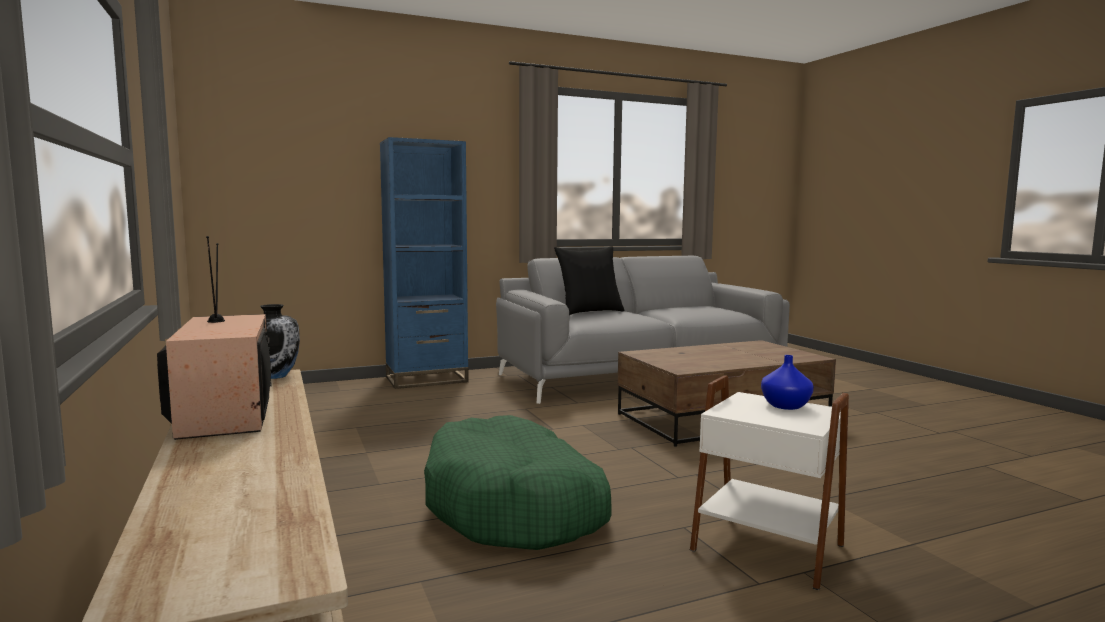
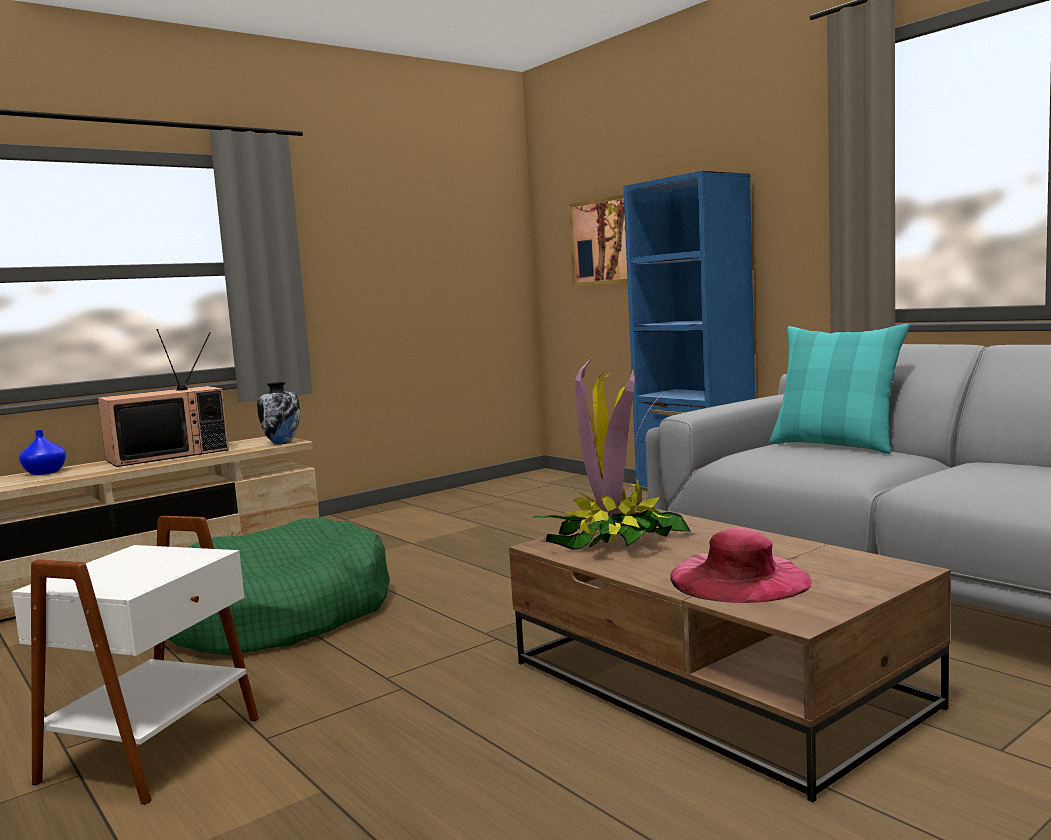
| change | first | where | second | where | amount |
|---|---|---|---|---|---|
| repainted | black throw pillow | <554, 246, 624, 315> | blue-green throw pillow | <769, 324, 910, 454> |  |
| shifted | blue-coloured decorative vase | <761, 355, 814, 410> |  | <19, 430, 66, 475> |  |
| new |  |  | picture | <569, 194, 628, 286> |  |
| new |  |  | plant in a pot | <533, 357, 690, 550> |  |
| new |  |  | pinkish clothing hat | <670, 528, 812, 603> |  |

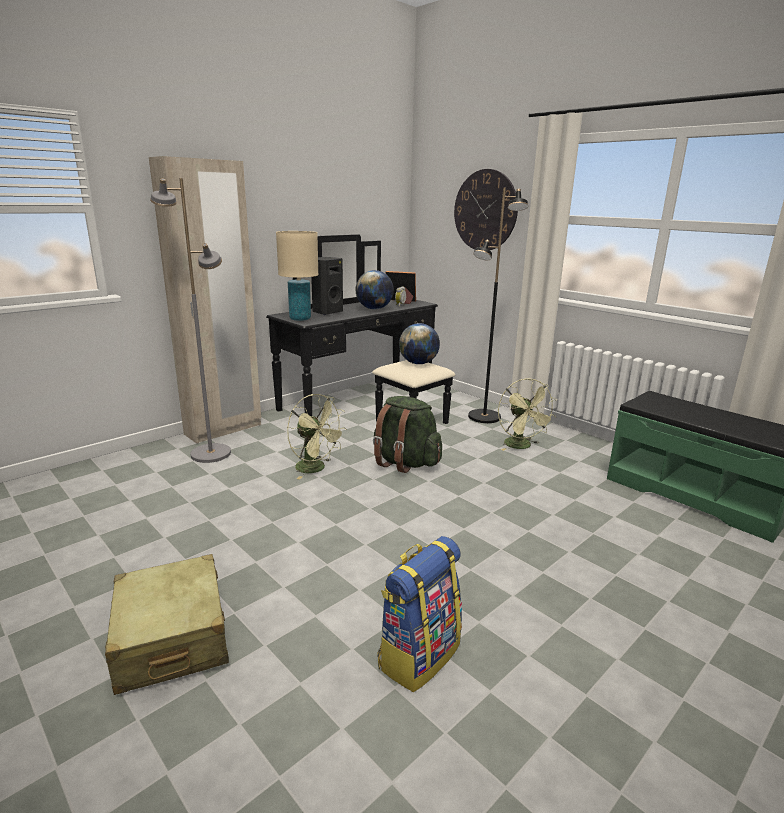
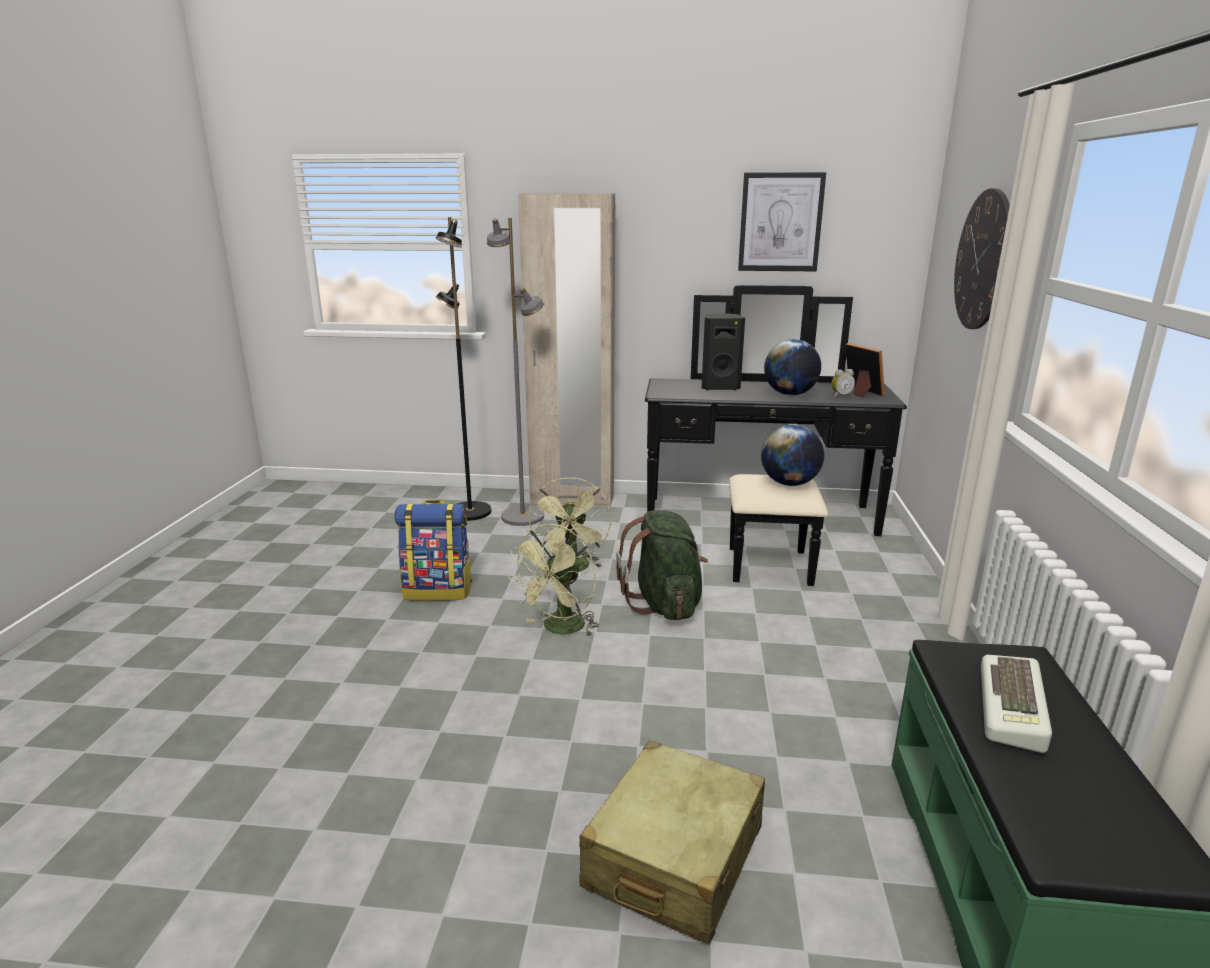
| change | first | where | second | where | amount |
|---|---|---|---|---|---|
| shifted | black standard lamp | <468, 188, 529, 423> |  | <436, 217, 491, 521> |  |
| gone | beige lamp for a table | <276, 231, 318, 321> |  |  |  |
| shifted | greenish fan | <498, 378, 557, 451> |  | <508, 524, 599, 637> |  |
| shifted | backpack | <377, 536, 462, 692> |  | <394, 500, 472, 601> |  |
| shifted | beige travel case | <105, 554, 229, 695> |  | <579, 740, 765, 945> |  |
| new |  |  | picture | <738, 172, 826, 271> |  |
| new |  |  | PC keyboard | <981, 655, 1052, 753> |  |

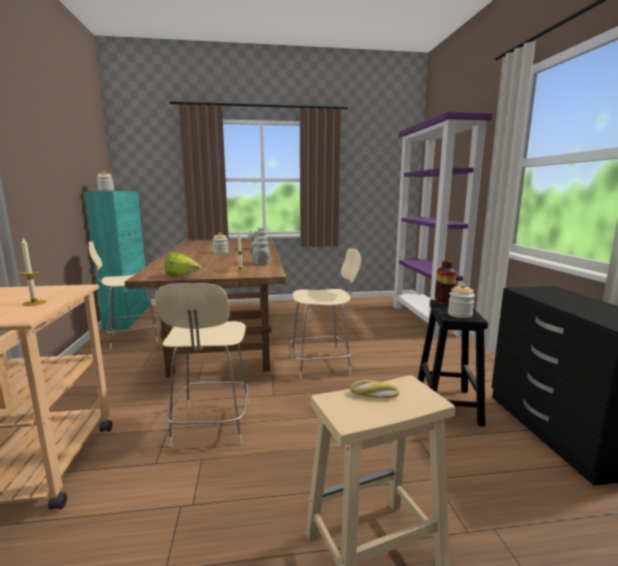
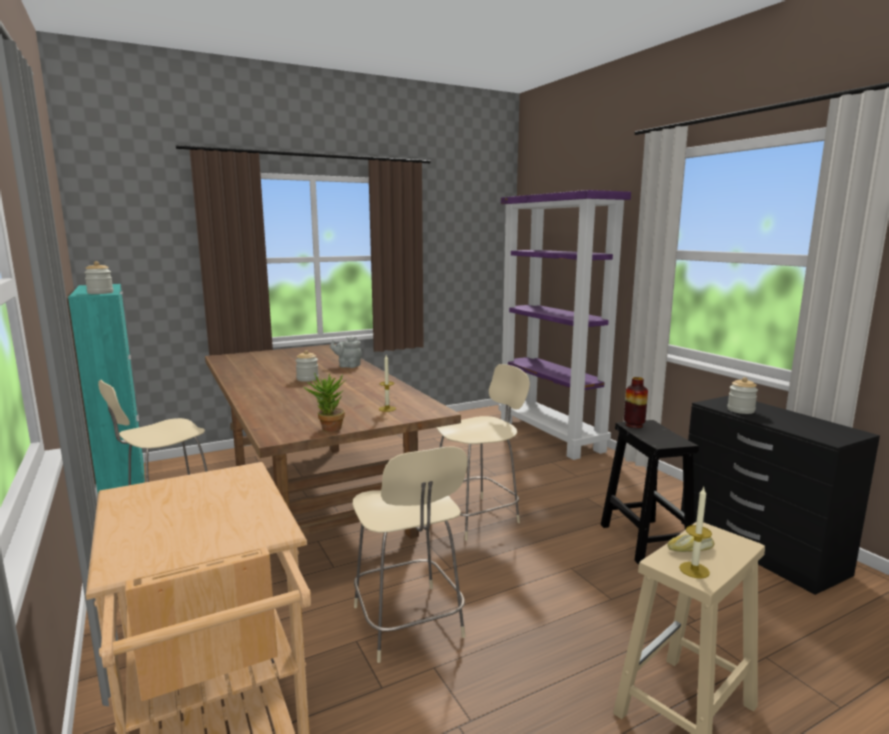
| change | first | where | second | where | amount |
|---|---|---|---|---|---|
| gone | gray tea pot | <249, 237, 270, 265> |  |  |  |
| shifted | candle | <18, 238, 47, 306> |  | <679, 487, 712, 579> |  |
| swapped | lettuce head | <164, 252, 201, 276> | plant in a pot | <303, 373, 346, 432> |  |
| shifted | storage jar | <448, 284, 475, 318> |  | <727, 377, 758, 414> |  |

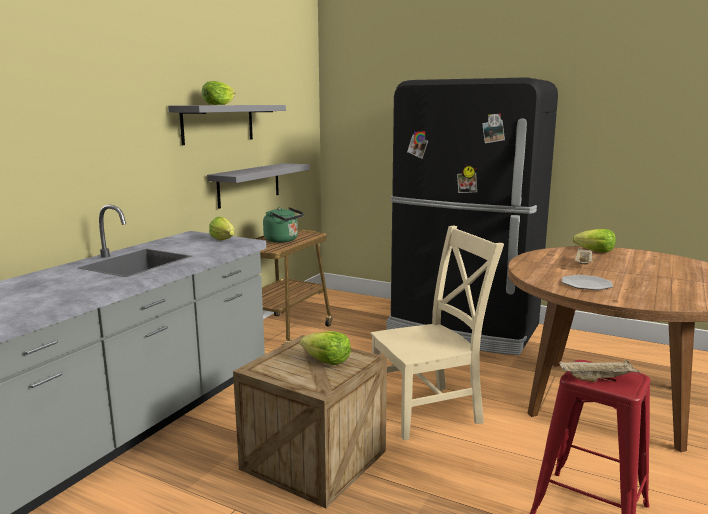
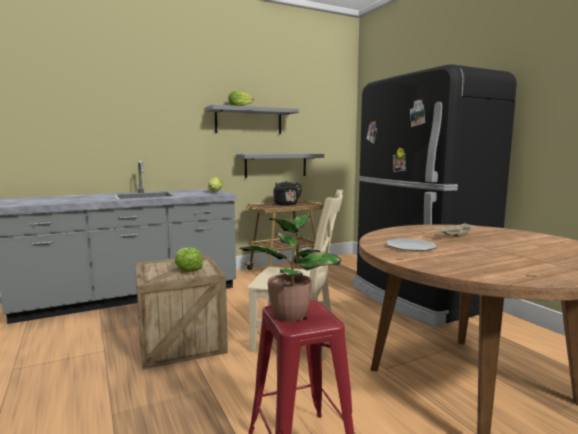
| change | first | where | second | where | amount |
|---|---|---|---|---|---|
| repainted | greenish water kettle | <263, 207, 304, 243> | black water kettle | <274, 181, 302, 206> |  |
| gone | lettuce head | <573, 229, 616, 253> |  |  |  |
| swapped | beige carrying tray | <559, 360, 641, 382> | plant in a pot | <239, 215, 341, 322> |  |

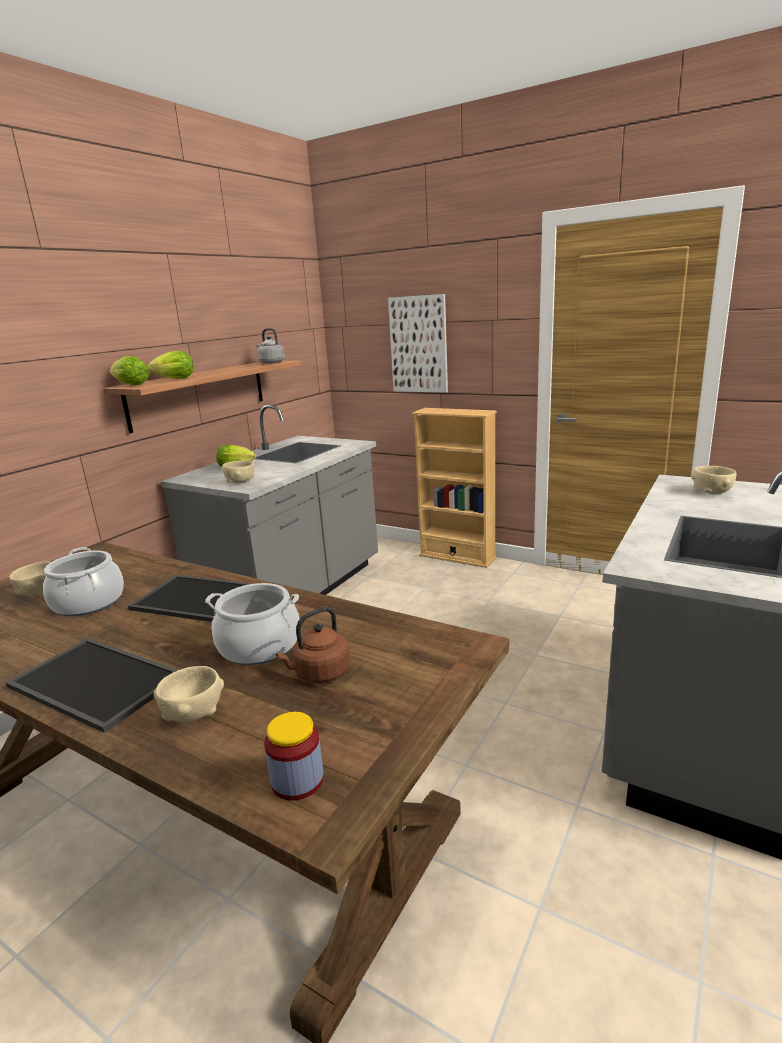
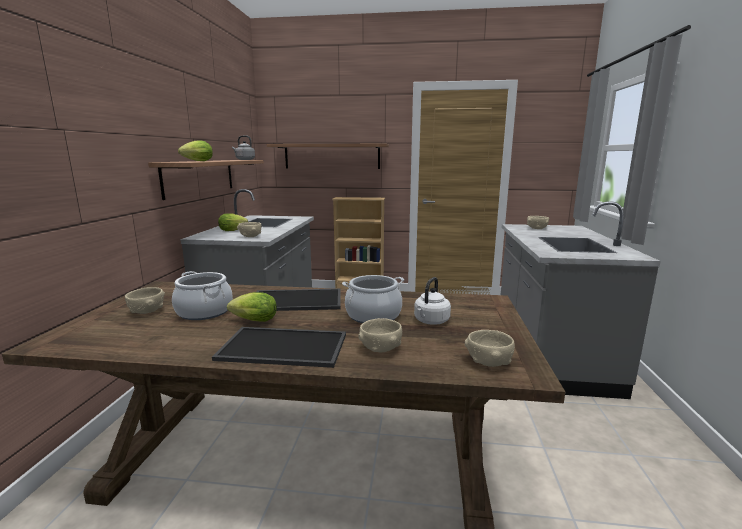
| change | first | where | second | where | amount |
|---|---|---|---|---|---|
| swapped | picture | <388, 294, 448, 393> | shelf | <267, 144, 389, 169> |  |
| shifted | lettuce head | <109, 356, 149, 385> |  | <227, 292, 277, 322> |  |
| repainted | brownish water kettle | <276, 607, 351, 683> | whitish water kettle | <414, 277, 451, 325> |  |
| swapped | storage jar | <264, 712, 324, 800> | beige bowl | <465, 330, 515, 367> |  |

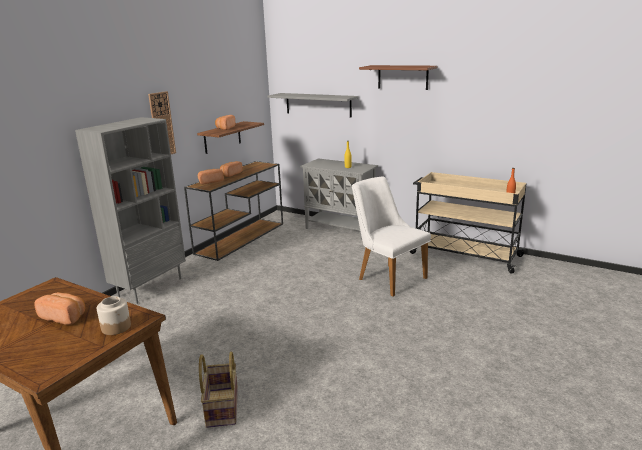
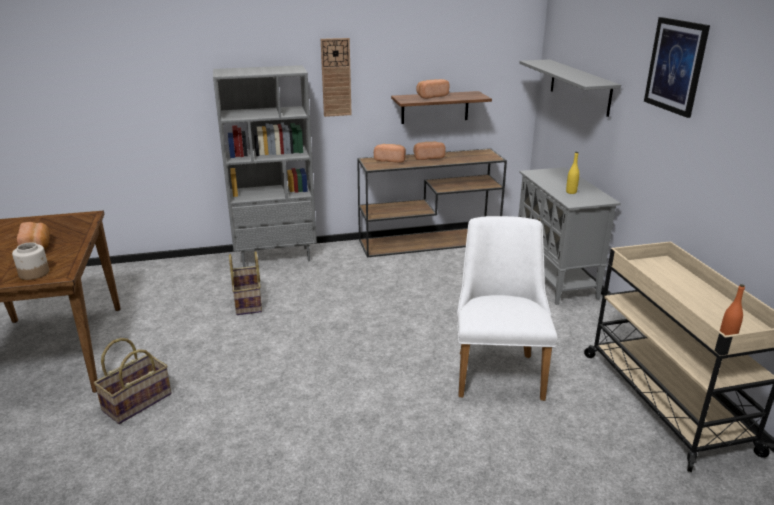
| change | first | where | second | where | amount |
|---|---|---|---|---|---|
| swapped | brownish shelf | <359, 65, 437, 90> | picture | <644, 17, 710, 118> |  |
| new |  |  | storage basket | <229, 251, 262, 315> |  |

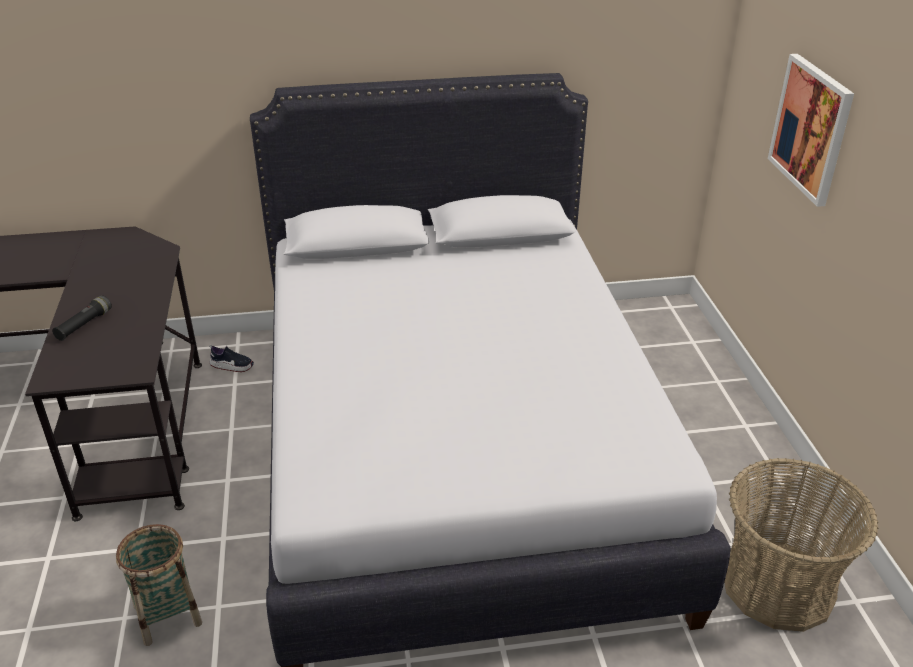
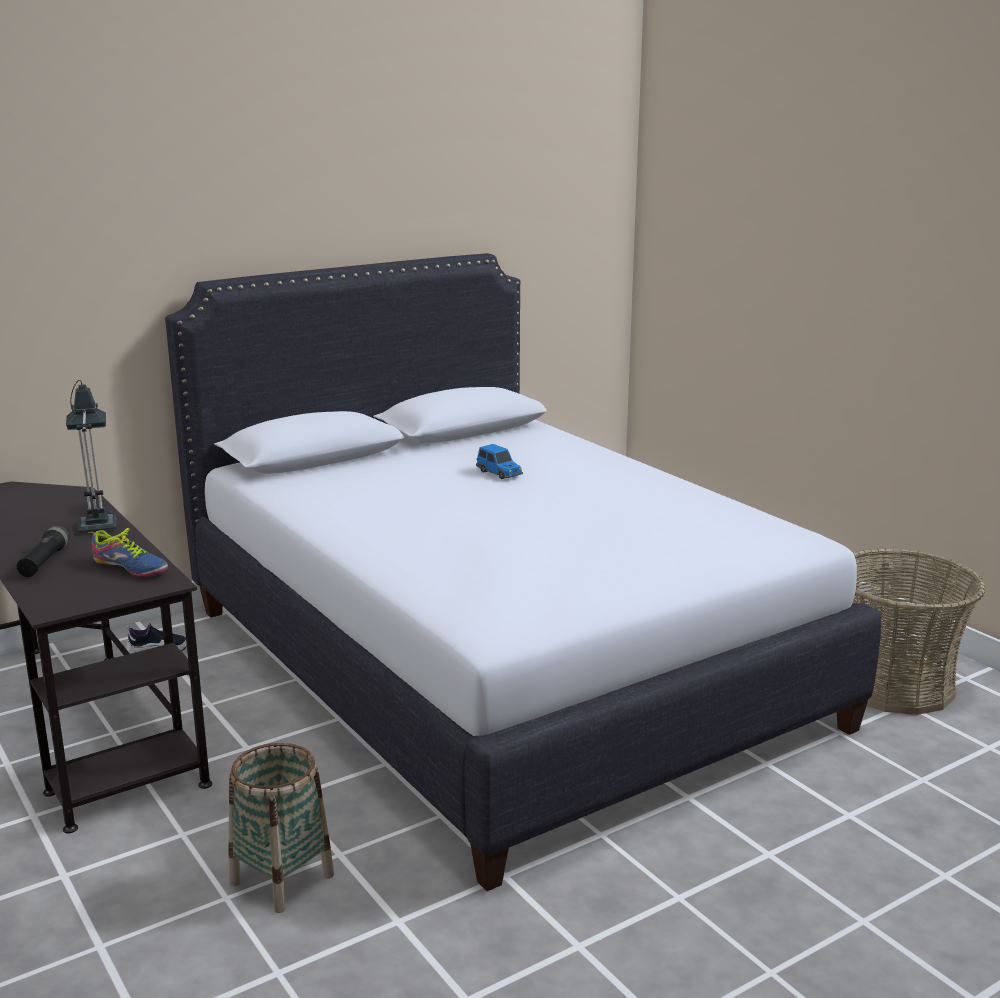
| change | first | where | second | where | amount |
|---|---|---|---|---|---|
| gone | picture | <768, 54, 854, 207> |  |  |  |
| new |  |  | lamp for a table | <66, 380, 117, 532> |  |
| new |  |  | model car | <476, 444, 523, 479> |  |
| new |  |  | low shoe | <89, 528, 168, 577> |  |

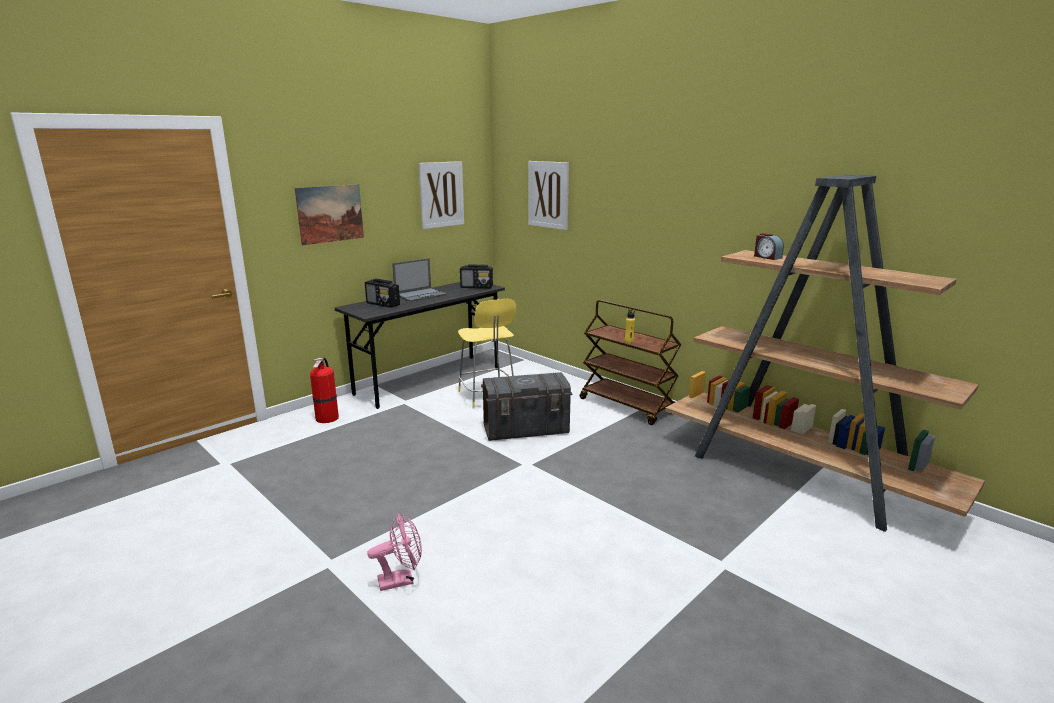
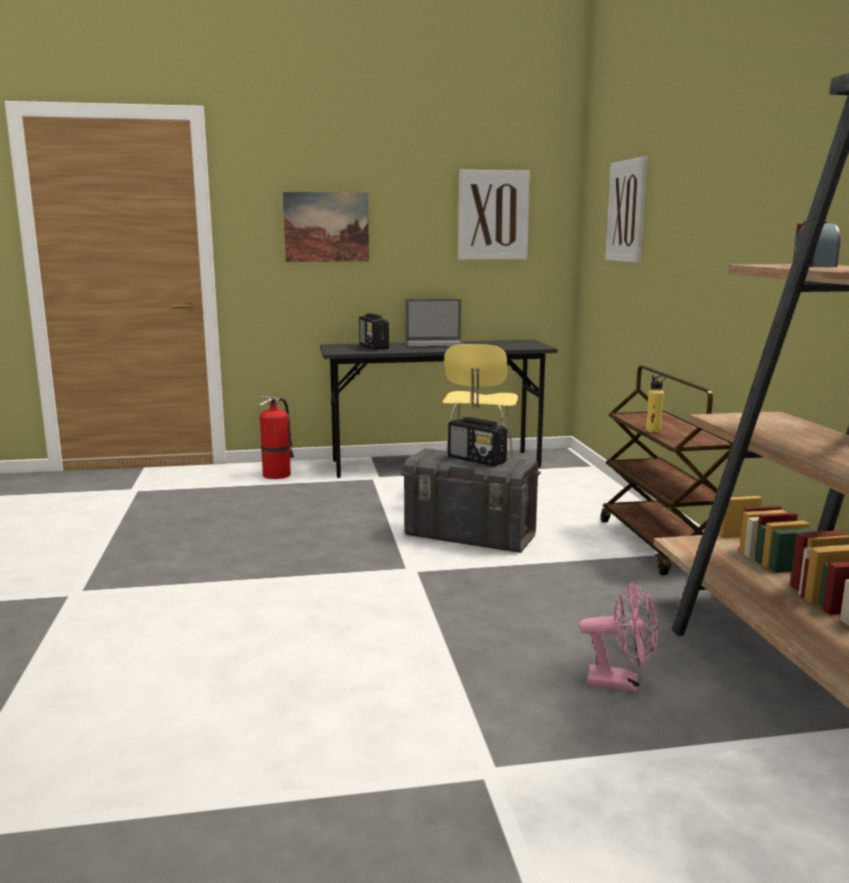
| change | first | where | second | where | amount |
|---|---|---|---|---|---|
| shifted | radio set | <460, 265, 493, 288> |  | <448, 417, 507, 466> |  |
| shifted | pinkish fan | <367, 513, 422, 591> |  | <579, 581, 659, 692> |  |

